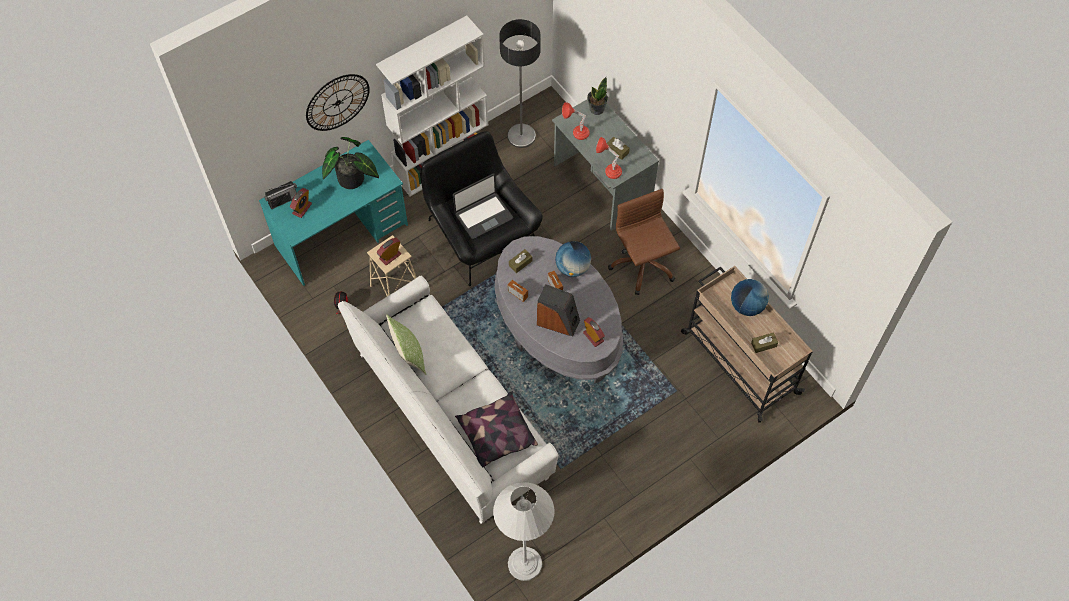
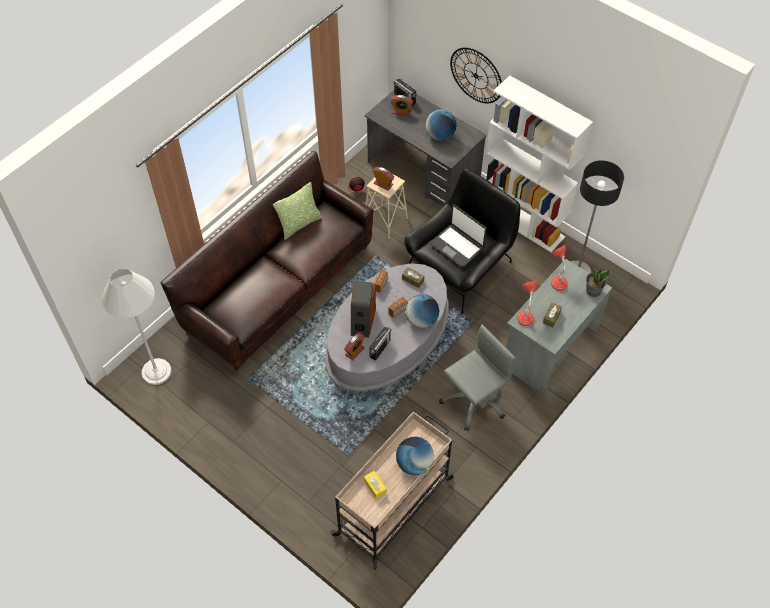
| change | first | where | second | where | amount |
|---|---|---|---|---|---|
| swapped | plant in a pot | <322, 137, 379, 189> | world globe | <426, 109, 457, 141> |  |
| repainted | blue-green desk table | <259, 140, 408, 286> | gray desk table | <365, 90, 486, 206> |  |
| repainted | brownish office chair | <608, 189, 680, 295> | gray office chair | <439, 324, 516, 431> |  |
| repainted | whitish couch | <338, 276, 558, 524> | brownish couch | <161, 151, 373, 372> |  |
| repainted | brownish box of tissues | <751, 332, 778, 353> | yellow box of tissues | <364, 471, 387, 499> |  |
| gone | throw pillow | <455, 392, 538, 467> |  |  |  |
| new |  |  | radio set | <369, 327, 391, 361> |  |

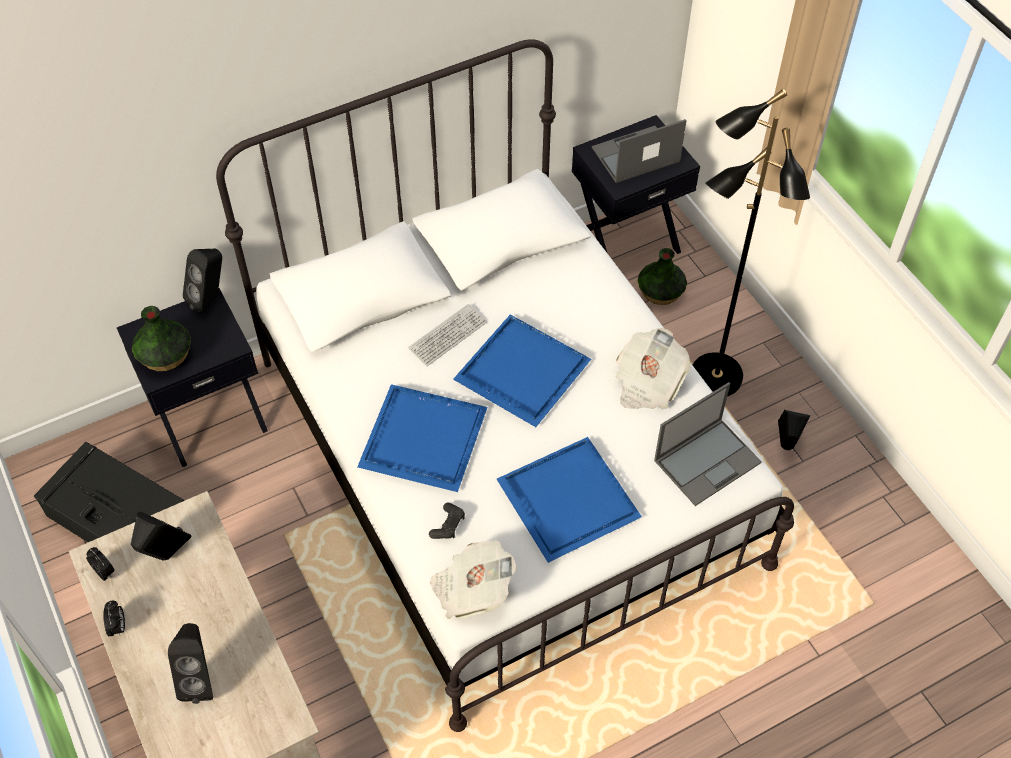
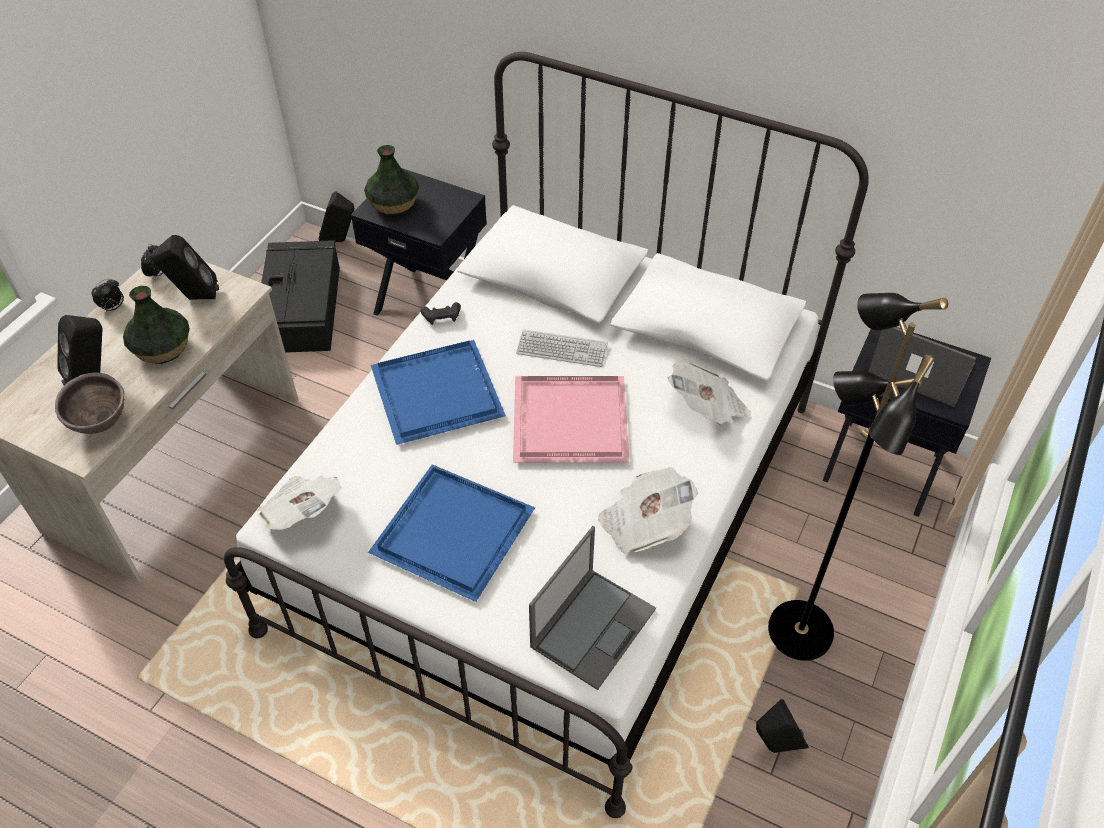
| change | first | where | second | where | amount |
|---|---|---|---|---|---|
| shifted | decorative vase | <638, 248, 687, 305> |  | <123, 286, 190, 364> |  |
| shifted | black speaker | <183, 249, 222, 314> |  | <319, 191, 354, 242> |  |
| repainted | blue-coloured carrying tray | <453, 315, 591, 427> | pinkish carrying tray | <513, 376, 629, 463> |  |
| rotated | laptop | <654, 382, 762, 506> |  | <529, 526, 656, 690> | 75 degrees counterclockwise |
| shifted | black gamepad | <429, 503, 465, 539> |  | <421, 302, 461, 325> |  |
| new |  |  | newspaper | <668, 360, 751, 425> |  |
| new |  |  | brownish bowl | <55, 373, 125, 434> |  |

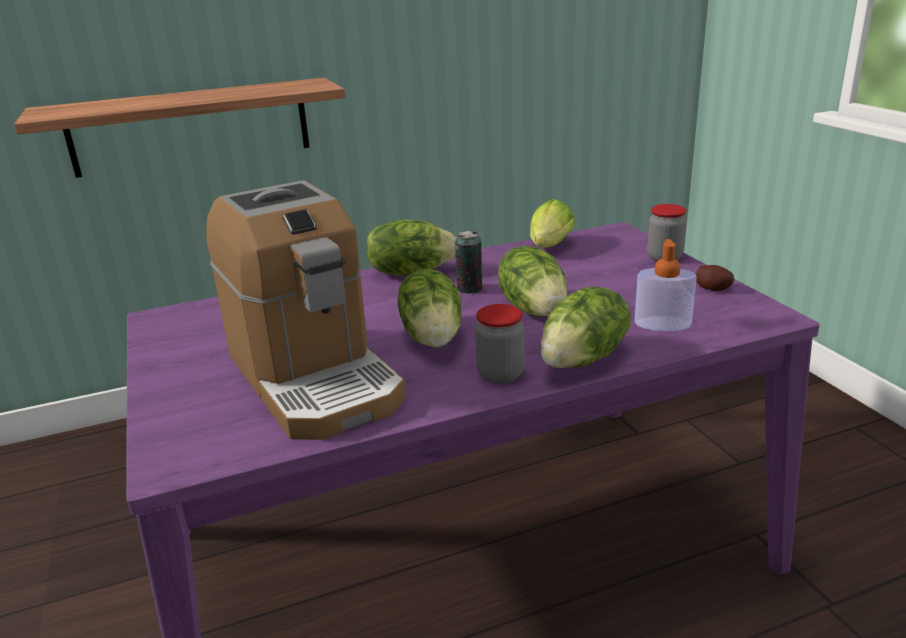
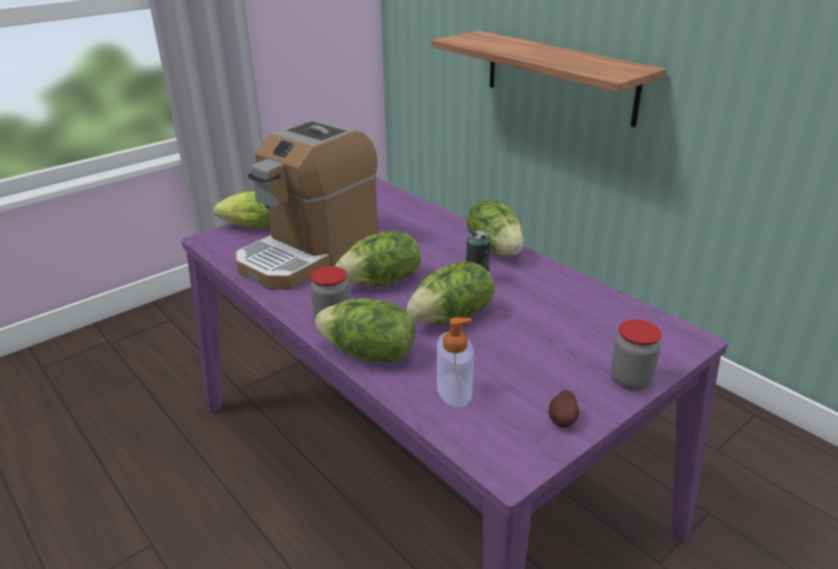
| change | first | where | second | where | amount |
|---|---|---|---|---|---|
| shifted | lettuce head | <530, 199, 575, 248> |  | <214, 191, 270, 228> |  |

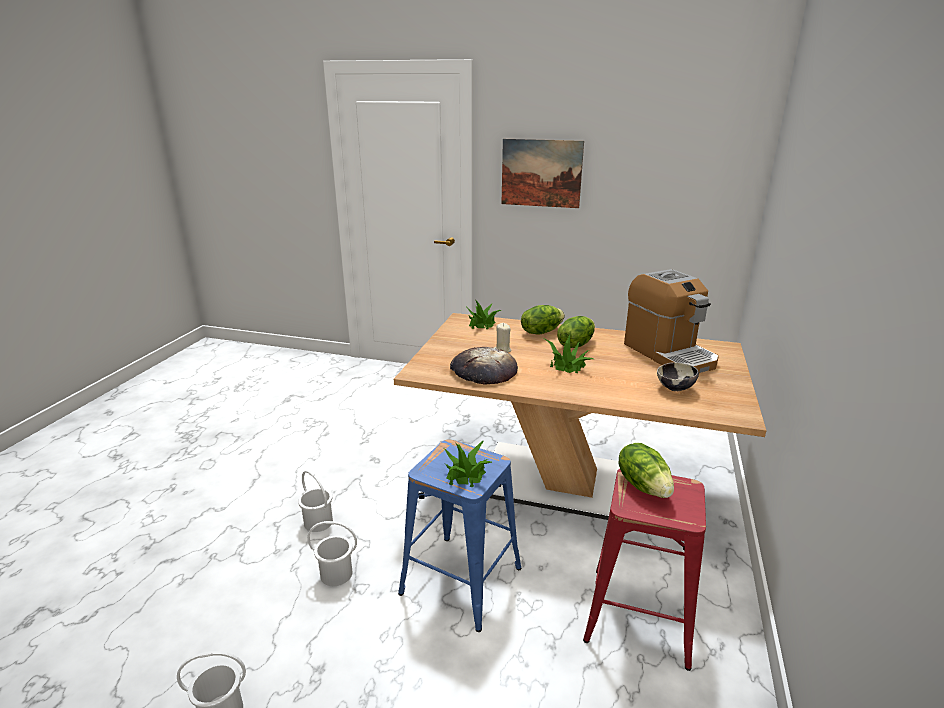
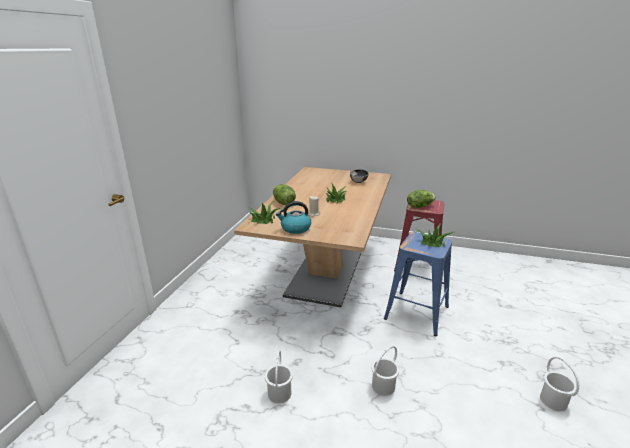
| change | first | where | second | where | amount |
|---|---|---|---|---|---|
| gone | picture | <502, 139, 584, 208> |  |  |  |
| gone | coffee maker | <624, 269, 719, 373> |  |  |  |
| gone | lettuce head | <557, 316, 595, 348> |  |  |  |
| gone | baked bread | <450, 347, 518, 385> |  |  |  |
| shifted | whitish water bucket | <307, 521, 357, 586> |  | <265, 350, 293, 404> |  |
| new |  |  | water kettle | <276, 201, 311, 234> |  |

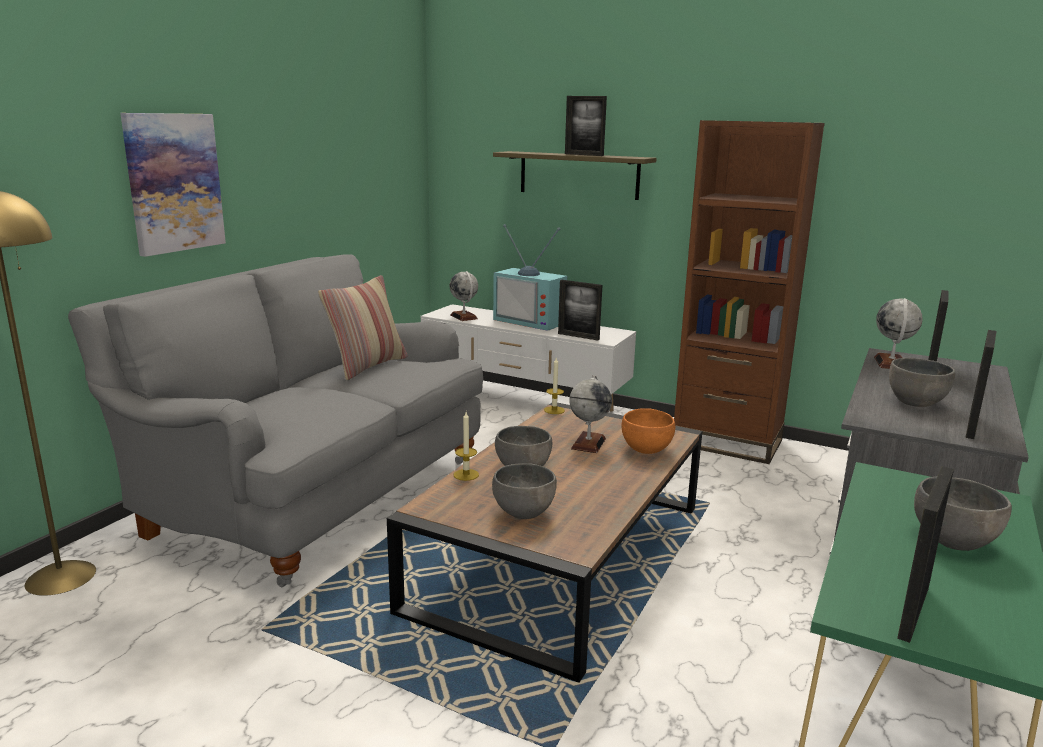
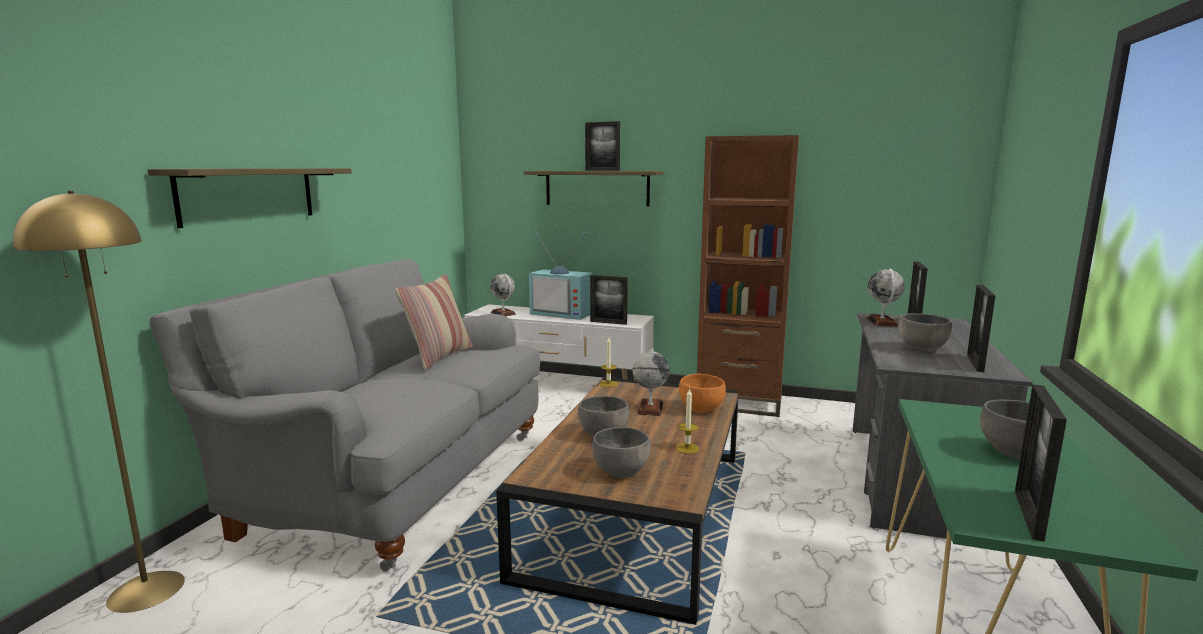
| change | first | where | second | where | amount |
|---|---|---|---|---|---|
| swapped | picture | <120, 113, 226, 257> | shelf | <147, 168, 352, 228> |  |
| shifted | candle | <454, 412, 479, 481> |  | <676, 388, 699, 454> |  |

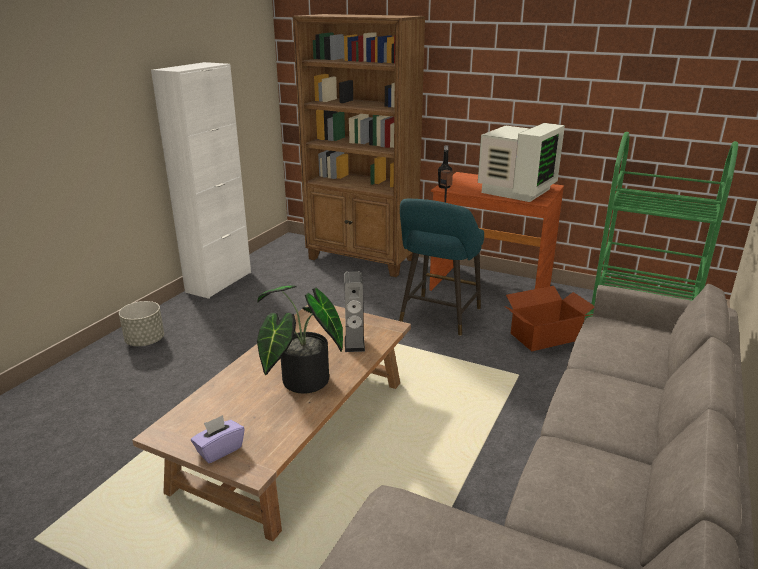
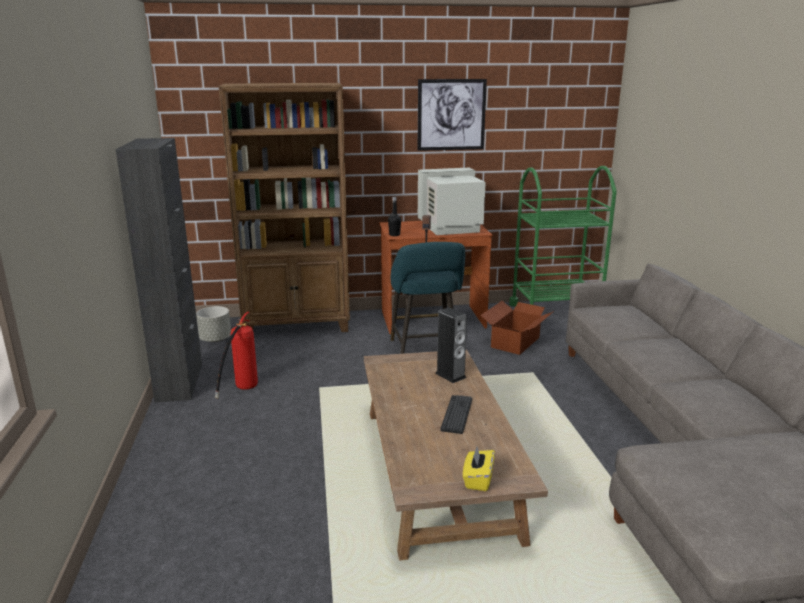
| change | first | where | second | where | amount |
|---|---|---|---|---|---|
| repainted | whitish cabinet | <151, 62, 251, 299> | black cabinet | <116, 138, 202, 402> |  |
| rotated | monitor | <478, 123, 565, 202> |  | <418, 168, 486, 235> | 105 degrees counterclockwise |
| swapped | plant in a pot | <257, 285, 343, 394> | PC keyboard | <440, 395, 472, 434> |  |
| shifted | gray plant pot | <119, 301, 164, 346> |  | <196, 306, 231, 342> |  |
| repainted | purple box of tissues | <191, 415, 245, 463> | yellow box of tissues | <463, 447, 495, 491> |  |
| new |  |  | picture | <417, 79, 487, 151> |  |
| new |  |  | extinguisher | <215, 312, 258, 399> |  |

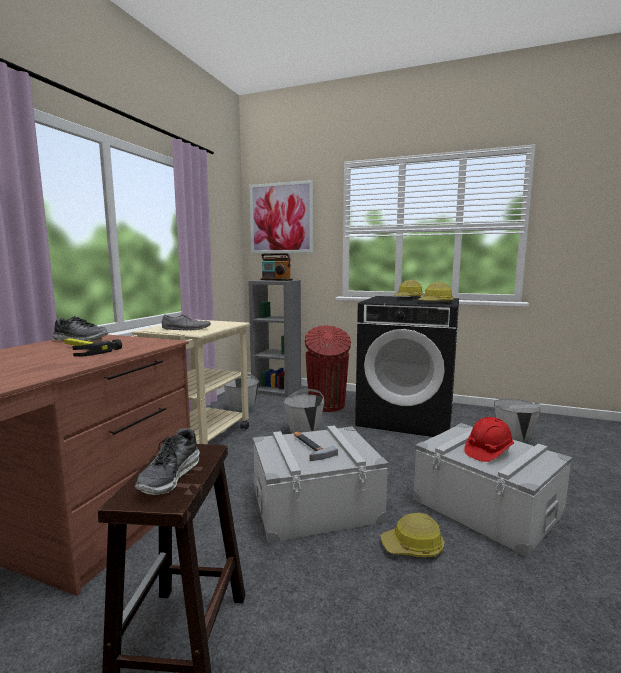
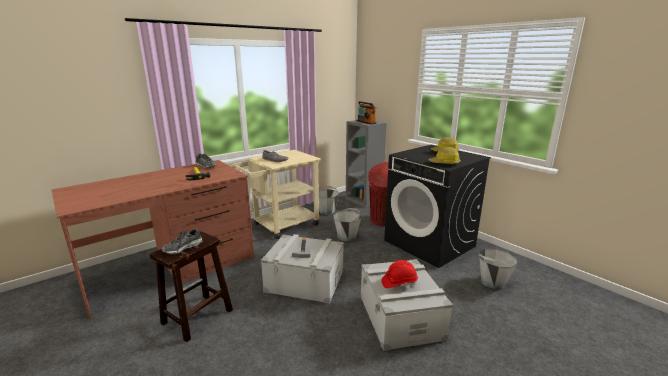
| change | first | where | second | where | amount |
|---|---|---|---|---|---|
| gone | picture | <249, 180, 313, 253> |  |  |  |
| gone | work helmet | <381, 513, 444, 557> |  |  |  |

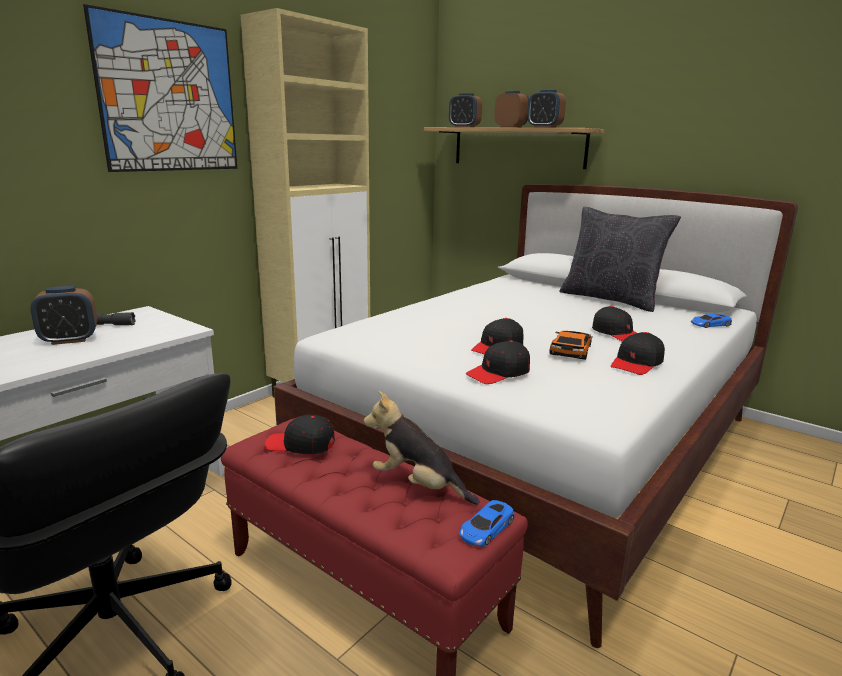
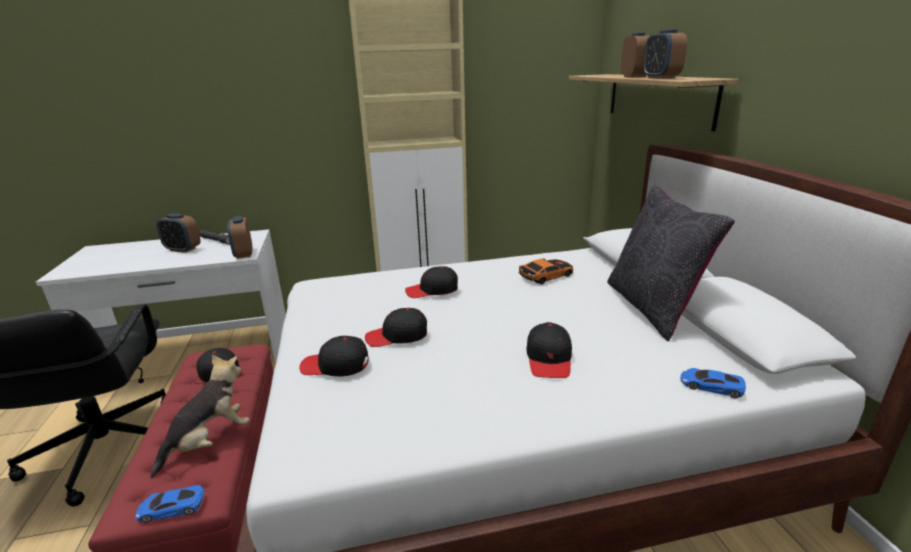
| change | first | where | second | where | amount |
|---|---|---|---|---|---|
| gone | picture | <83, 4, 237, 172> |  |  |  |
| shifted | alarm clock | <449, 93, 482, 127> |  | <227, 216, 253, 259> |  |
| shifted | model car | <549, 331, 593, 360> |  | <518, 258, 573, 284> |  |
| shifted | black peaked cap | <611, 332, 665, 375> |  | <405, 266, 458, 298> |  |
| rotated | plush toy | <364, 391, 480, 505> |  | <150, 355, 250, 478> | 60 degrees clockwise |

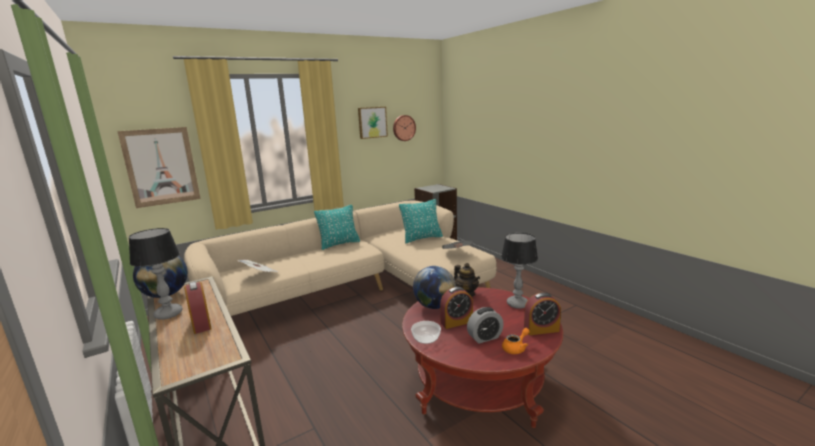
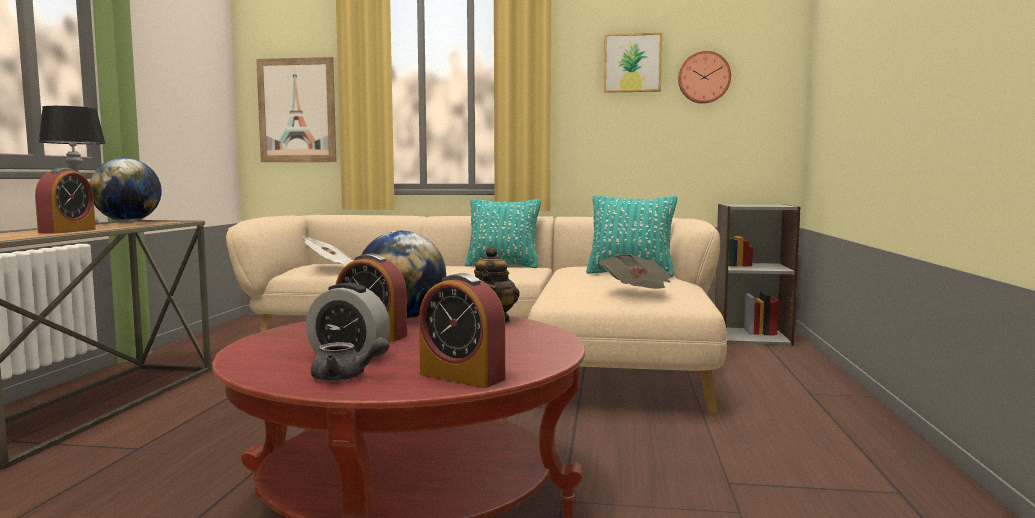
| change | first | where | second | where | amount |
|---|---|---|---|---|---|
| gone | lamp for a table | <501, 233, 538, 309> |  |  |  |
| gone | bowl | <411, 321, 441, 344> |  |  |  |
| repainted | orangey tea pot | <502, 328, 530, 354> | gray tea pot | <311, 337, 389, 381> |  |

